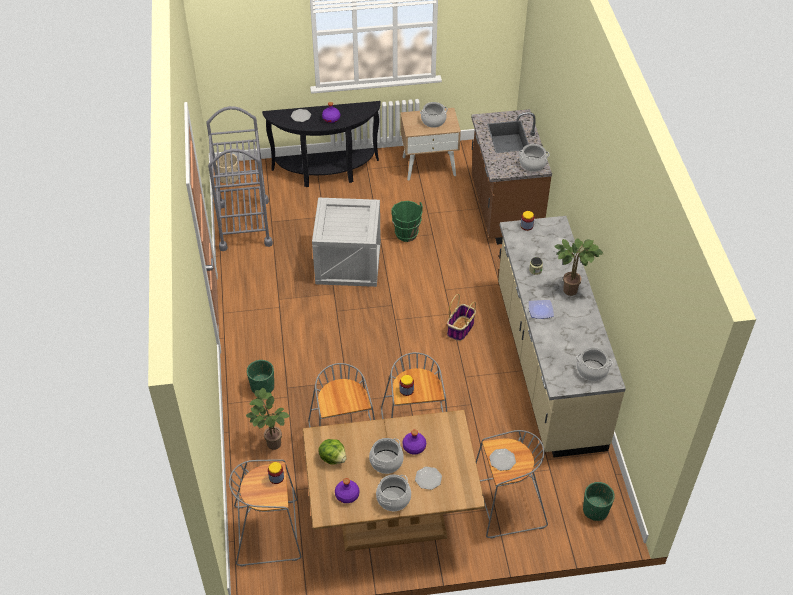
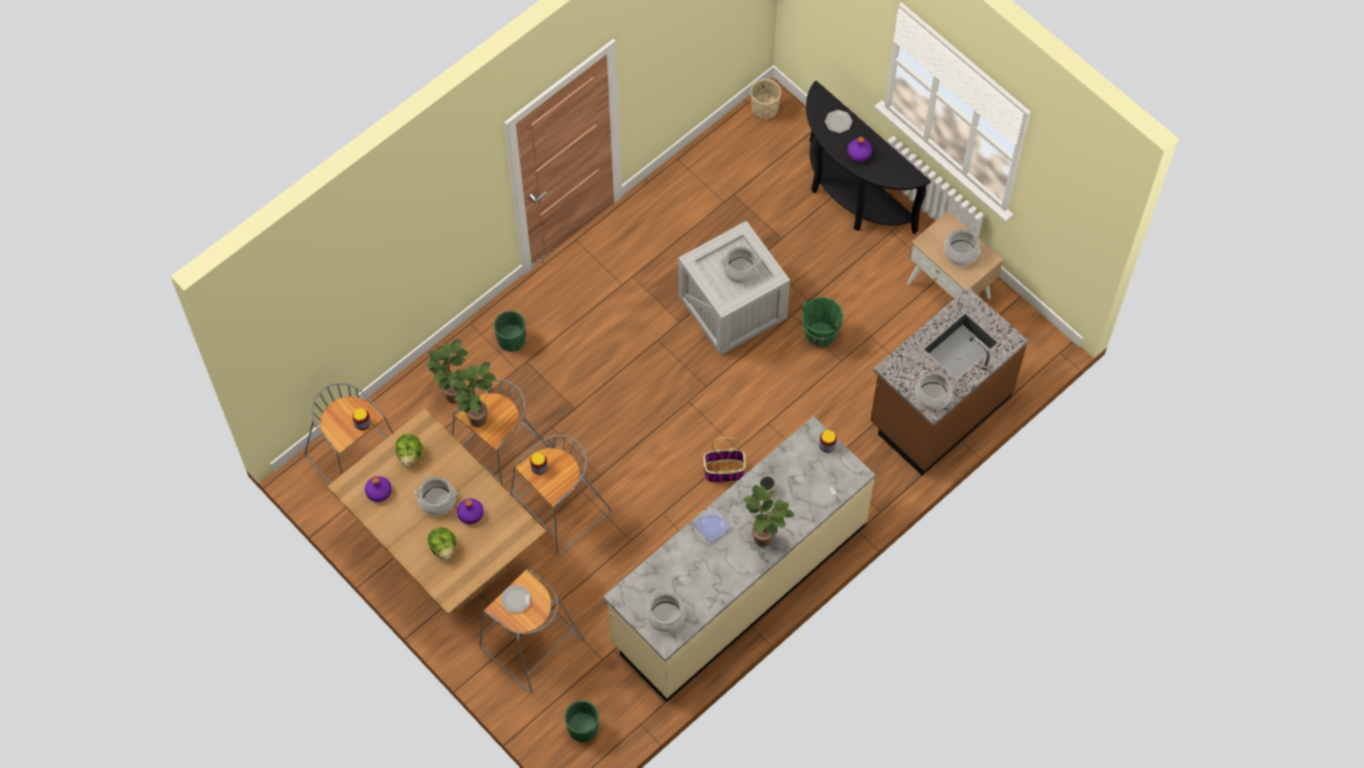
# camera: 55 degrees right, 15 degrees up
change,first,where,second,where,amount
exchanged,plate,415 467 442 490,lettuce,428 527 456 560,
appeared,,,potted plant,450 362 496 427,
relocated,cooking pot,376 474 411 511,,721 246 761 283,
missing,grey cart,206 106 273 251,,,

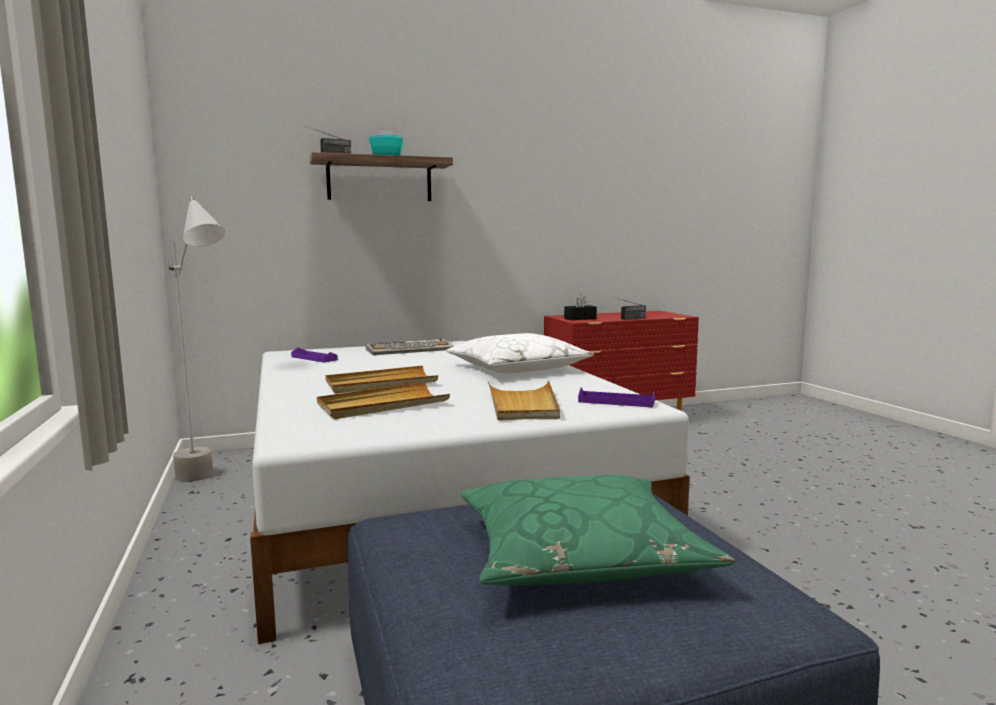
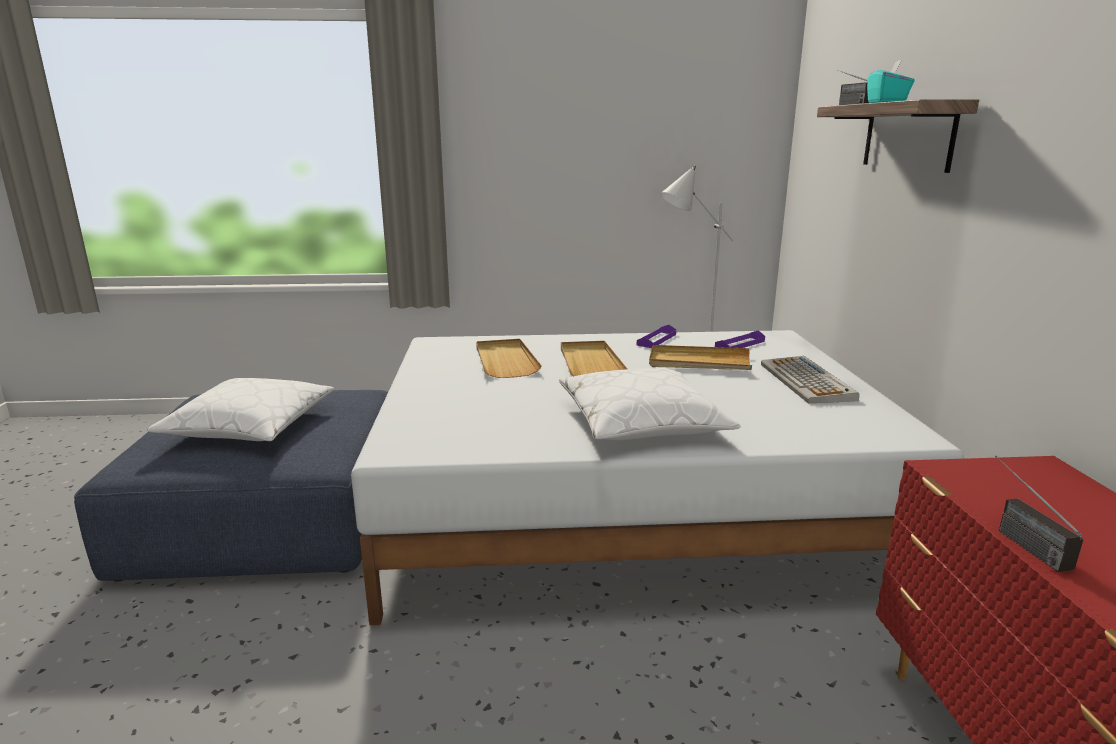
# camera: 105 degrees right, 10 degrees up
change,first,where,second,where,amount
colour,green pillow,461 475 735 585,white pillow,147 378 334 441,
relocated,purple tray,578 388 655 408,,637 325 676 348,
relocated,beige tray,488 381 560 420,,649 345 752 370,
missing,black tissue box,564 294 597 320,,,

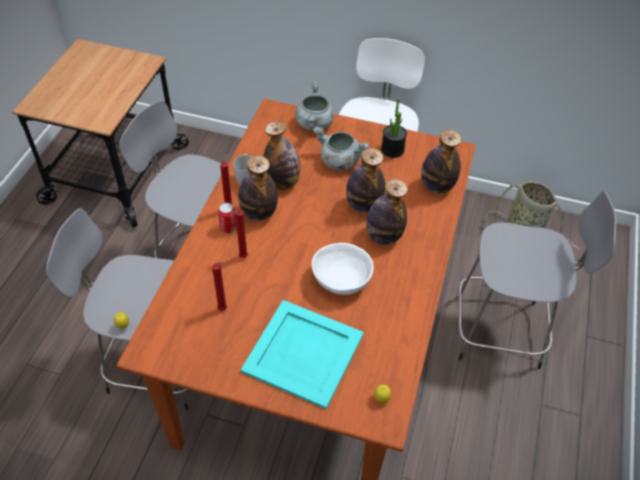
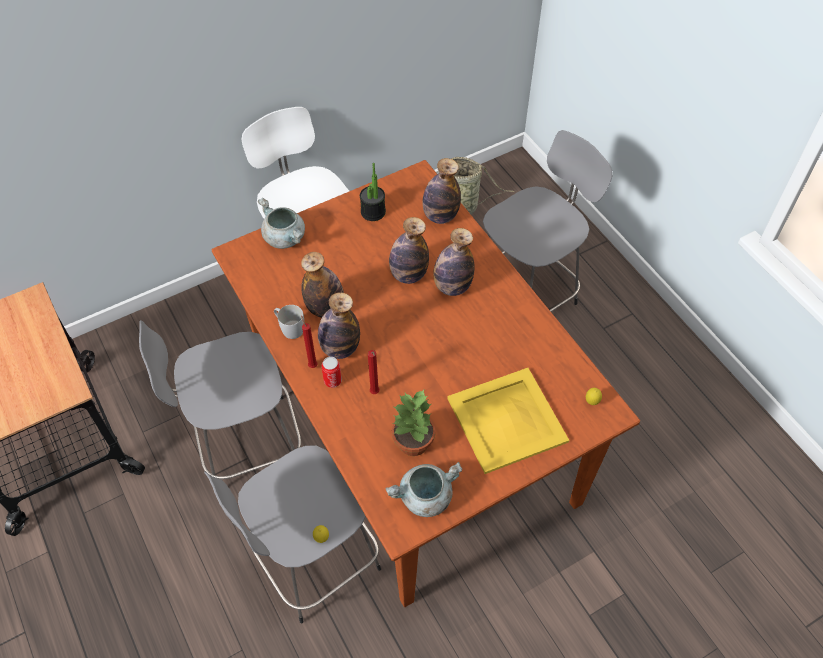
# camera: 45 degrees left, 5 degrees up
change,first,where,second,where,amount
relocated,grey cooking pot,313 127 370 171,,385 462 462 517,
exchanged,red candle,212 262 227 311,potted plant,392 390 435 456,
colour,turquoise tray,241 300 364 409,yellow tray,447 368 569 474,
missing,white bowl,312 243 374 295,,,

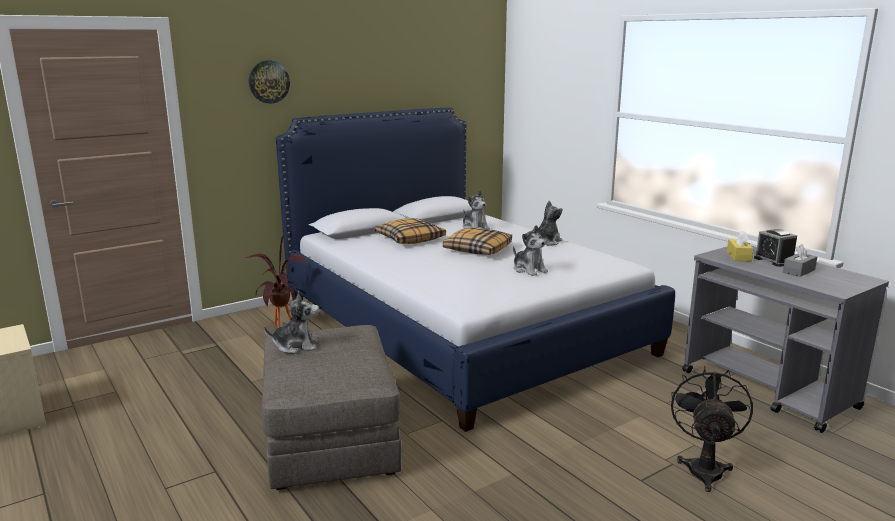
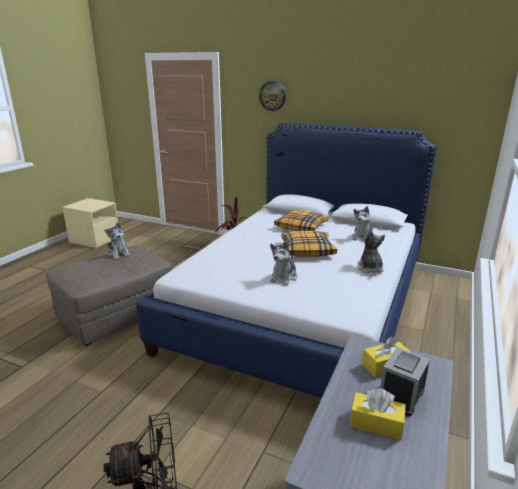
# camera: 60 degrees right, 5 degrees up
change,first,where,second,where,amount
colour,grey tissue box,783 244 817 277,yellow tissue box,350 388 405 440,
spun,plush toy,538 201 562 245,,358 230 385 273,105 degrees counterclockwise

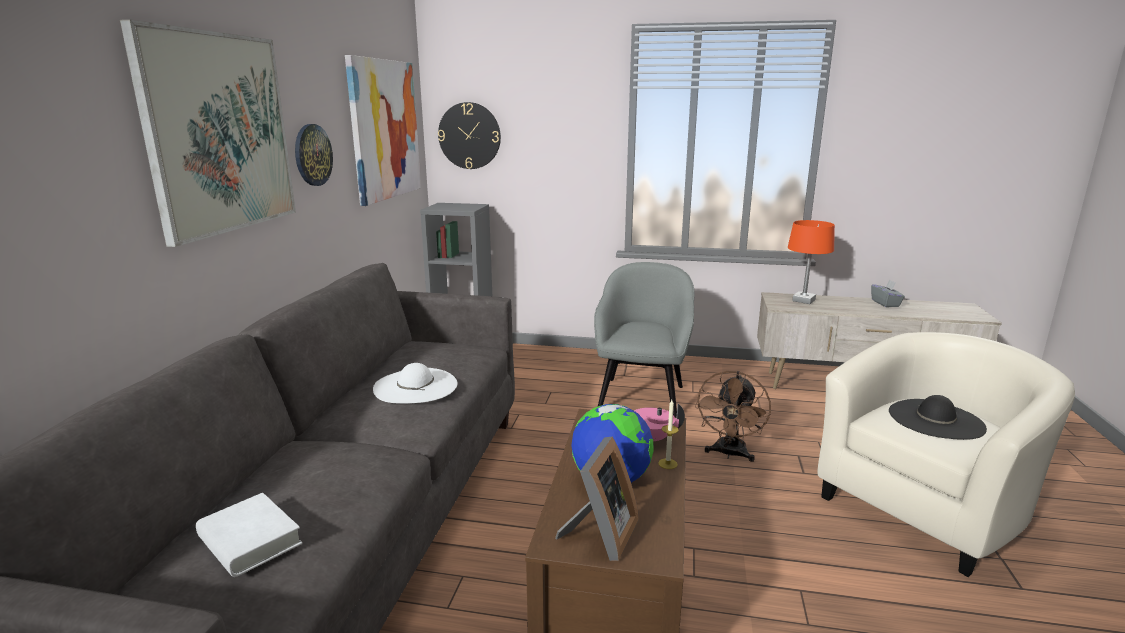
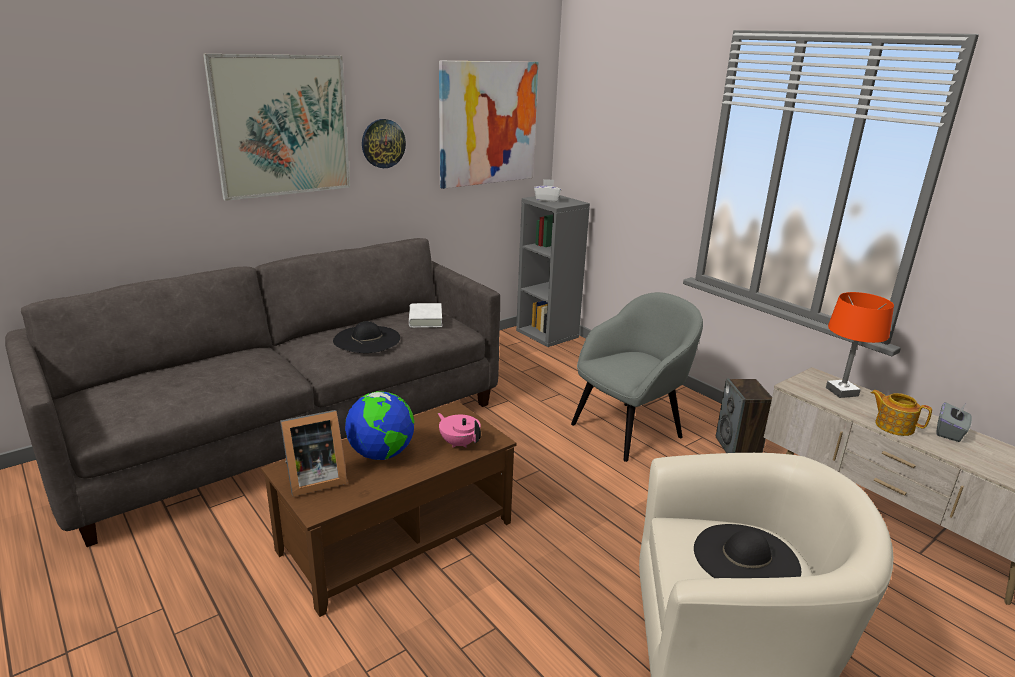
# camera: 40 degrees right, 5 degrees up
change,first,where,second,where,amount
colour,white hat,373 363 458 404,black hat,333 321 400 353,
relocated,white book,196 493 302 577,,409 303 442 328,
appeared,,,white tissue box,534 179 561 202,
appeared,,,speaker,716 379 772 453,
appeared,,,teapot,871 390 932 436,
missing,wall clock,438 102 501 169,,,
missing,candle,658 400 678 469,,,
missing,brown fan,695 371 771 462,,,

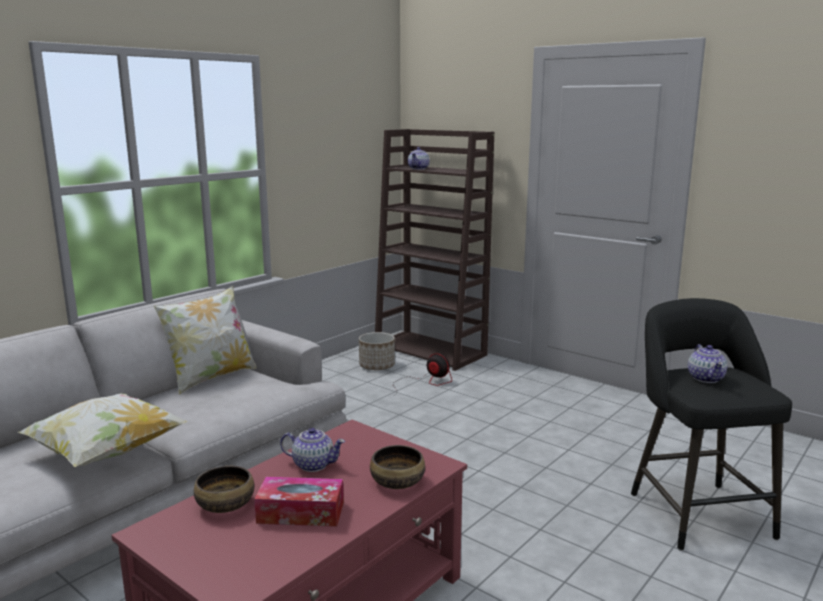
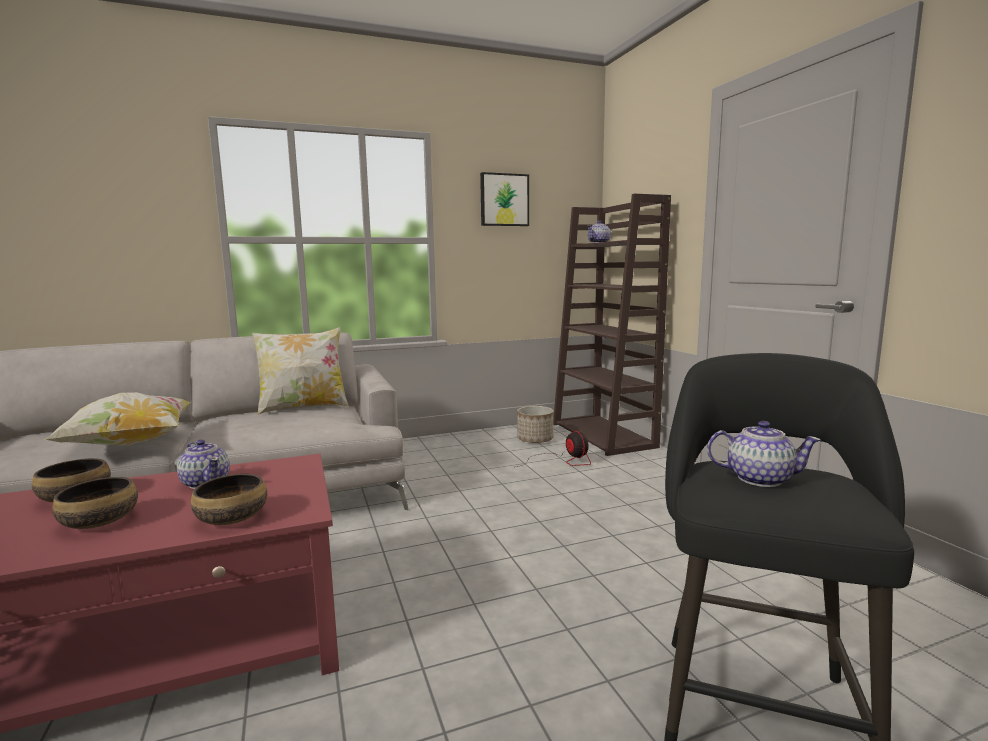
# camera: 30 degrees right, 5 degrees down
change,first,where,second,where,amount
exchanged,tissue box,254 477 344 527,bowl,52 477 138 529,
appeared,,,picture,480 172 529 226,
spun,teapot,688 344 727 383,,707 421 821 487,105 degrees counterclockwise

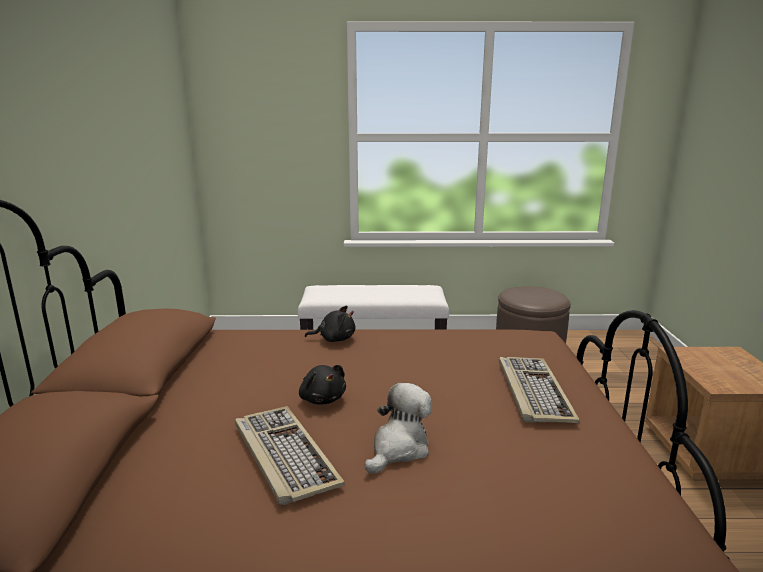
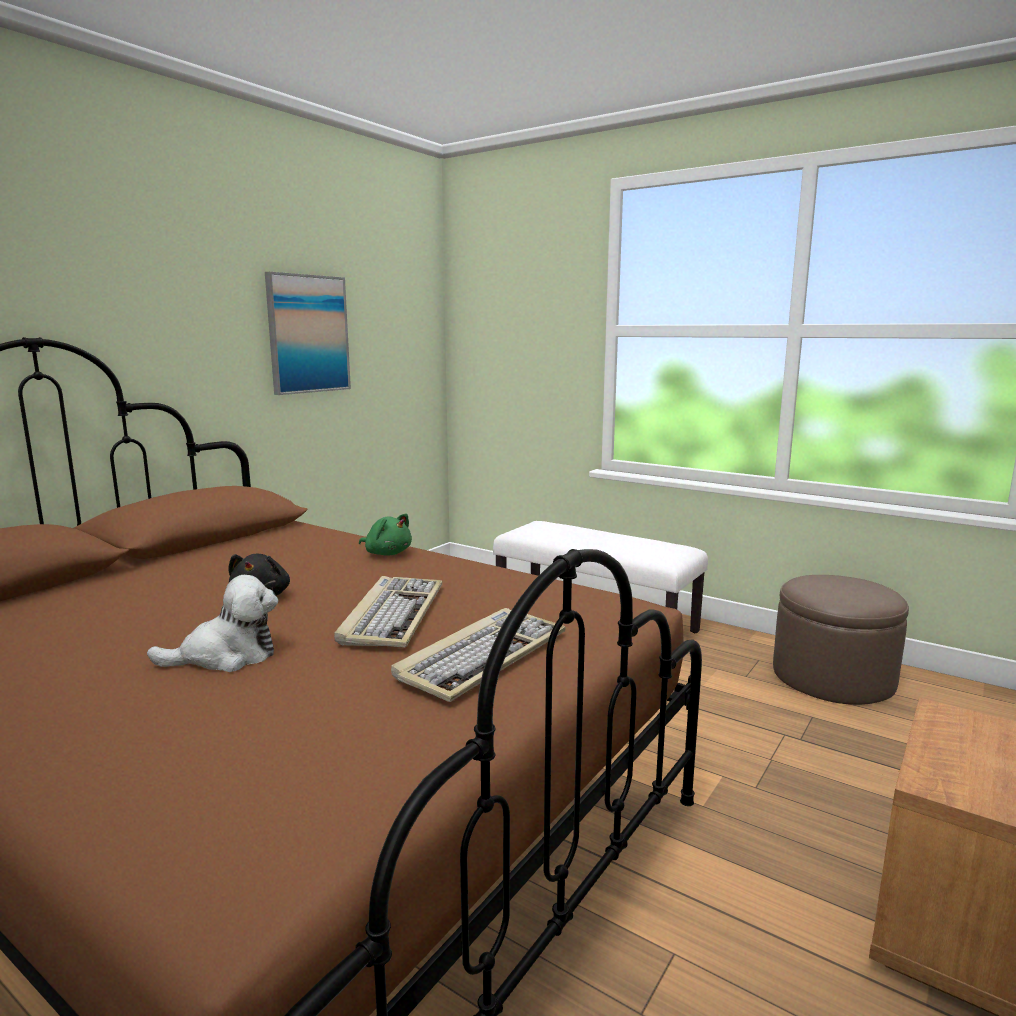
# camera: 35 degrees right, 5 degrees down
change,first,where,second,where,amount
appeared,,,picture,265 272 351 395,
relocated,keyboard,235 406 345 505,,334 576 442 647,
colour,black plush toy,305 306 355 342,green plush toy,359 514 412 556,

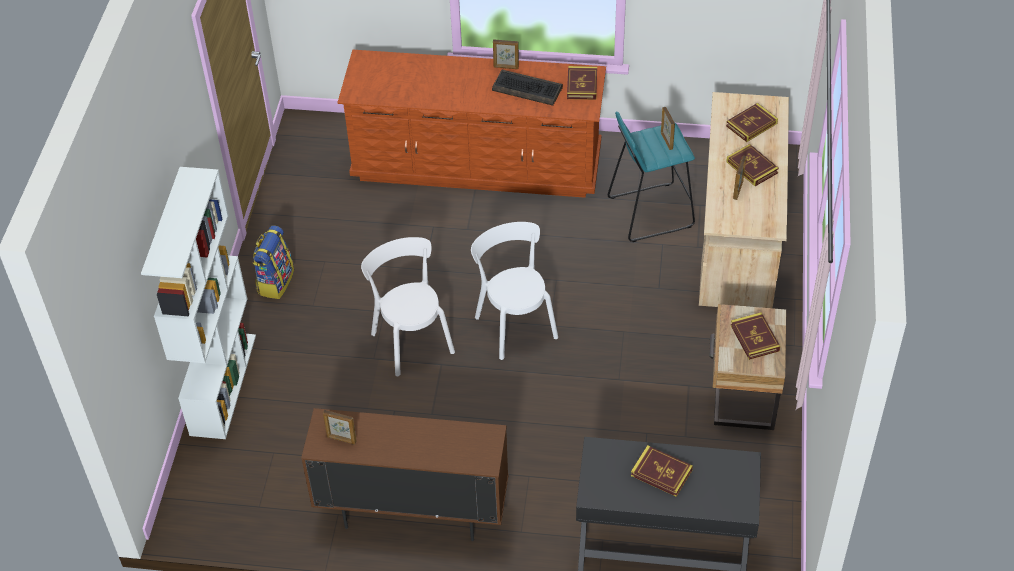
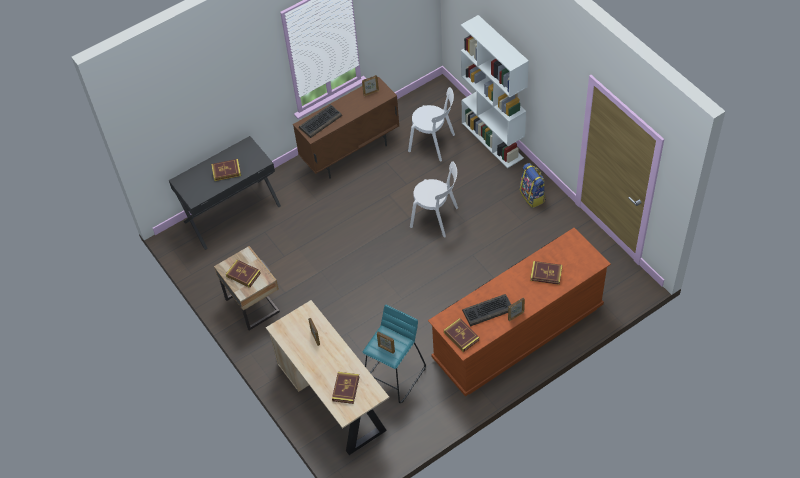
# camera: 140 degrees right, 5 degrees up
change,first,where,second,where,amount
appeared,,,keyboard,299 104 342 138,
relocated,white chair,471 222 558 360,,408 87 455 162,
relocated,book,726 144 779 186,,530 261 563 285,

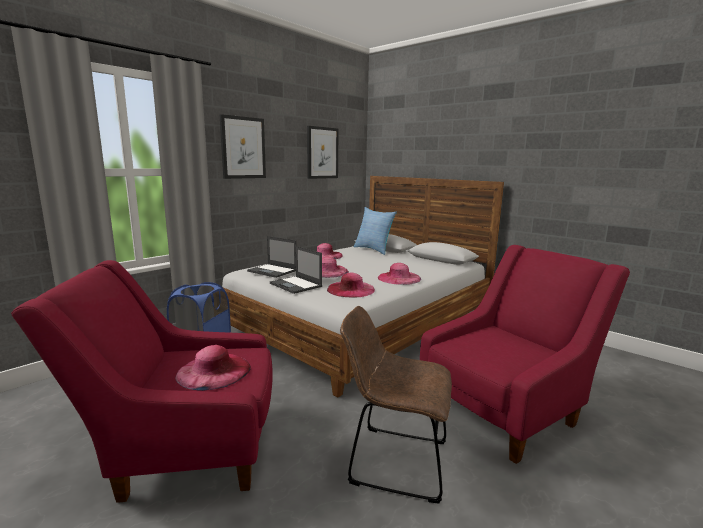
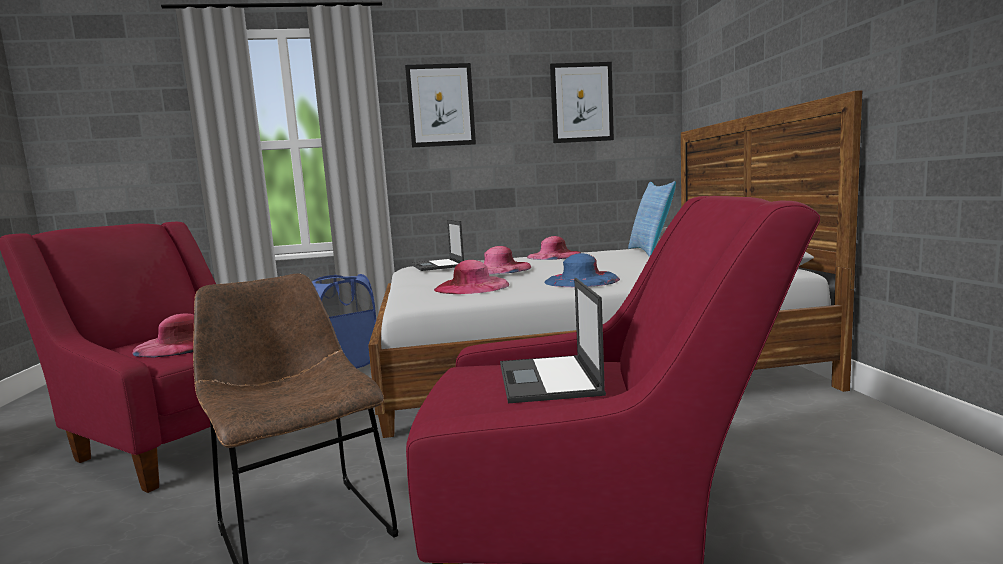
# camera: 40 degrees right, 5 degrees down
change,first,where,second,where,amount
relocated,laptop,270 246 322 294,,500 278 606 403,
colour,pink hat,378 263 421 285,blue hat,544 253 620 287,

